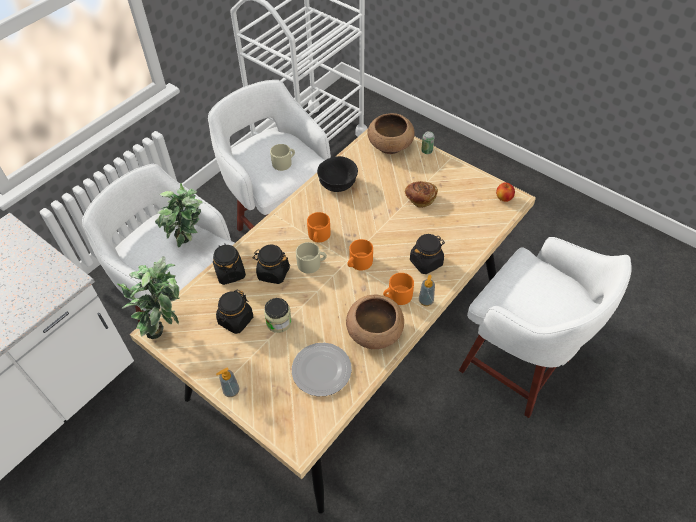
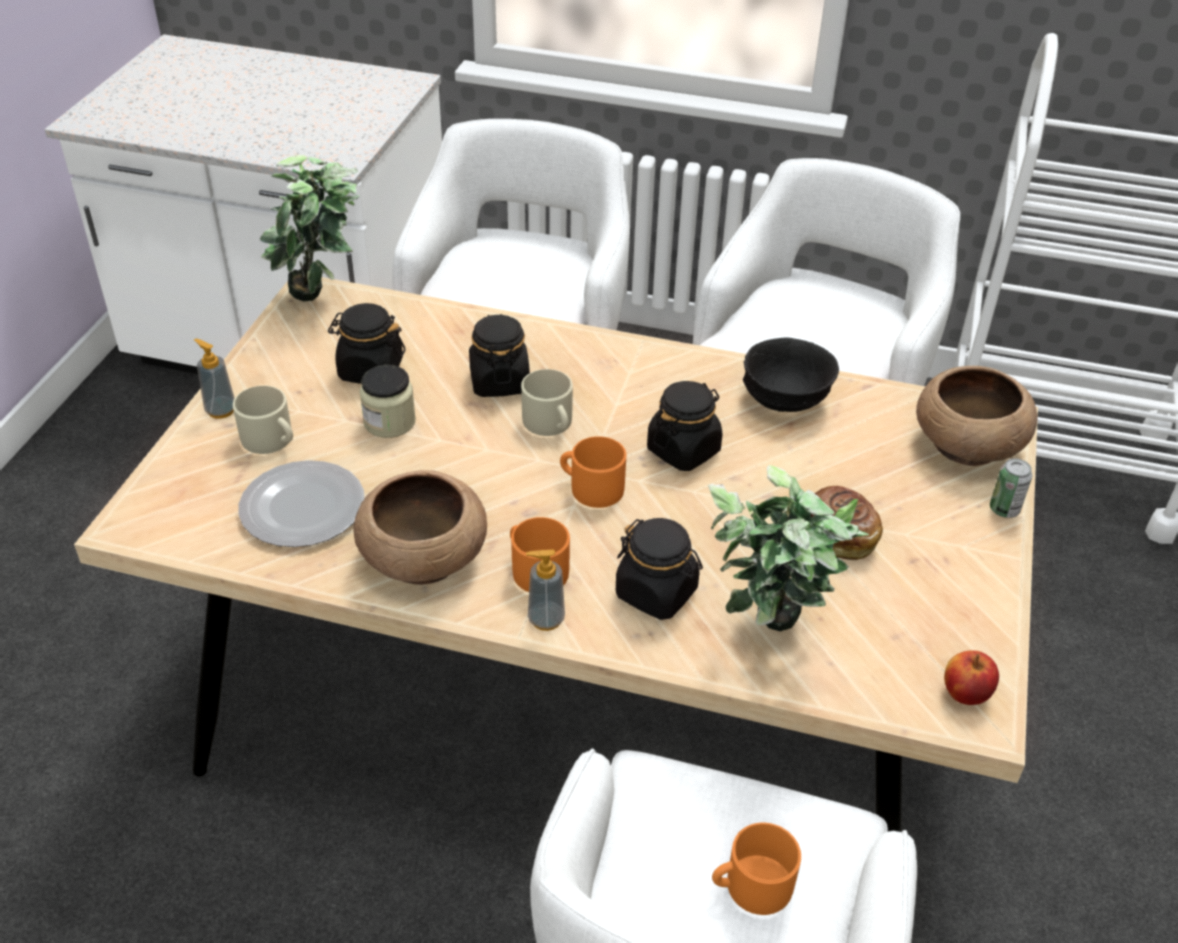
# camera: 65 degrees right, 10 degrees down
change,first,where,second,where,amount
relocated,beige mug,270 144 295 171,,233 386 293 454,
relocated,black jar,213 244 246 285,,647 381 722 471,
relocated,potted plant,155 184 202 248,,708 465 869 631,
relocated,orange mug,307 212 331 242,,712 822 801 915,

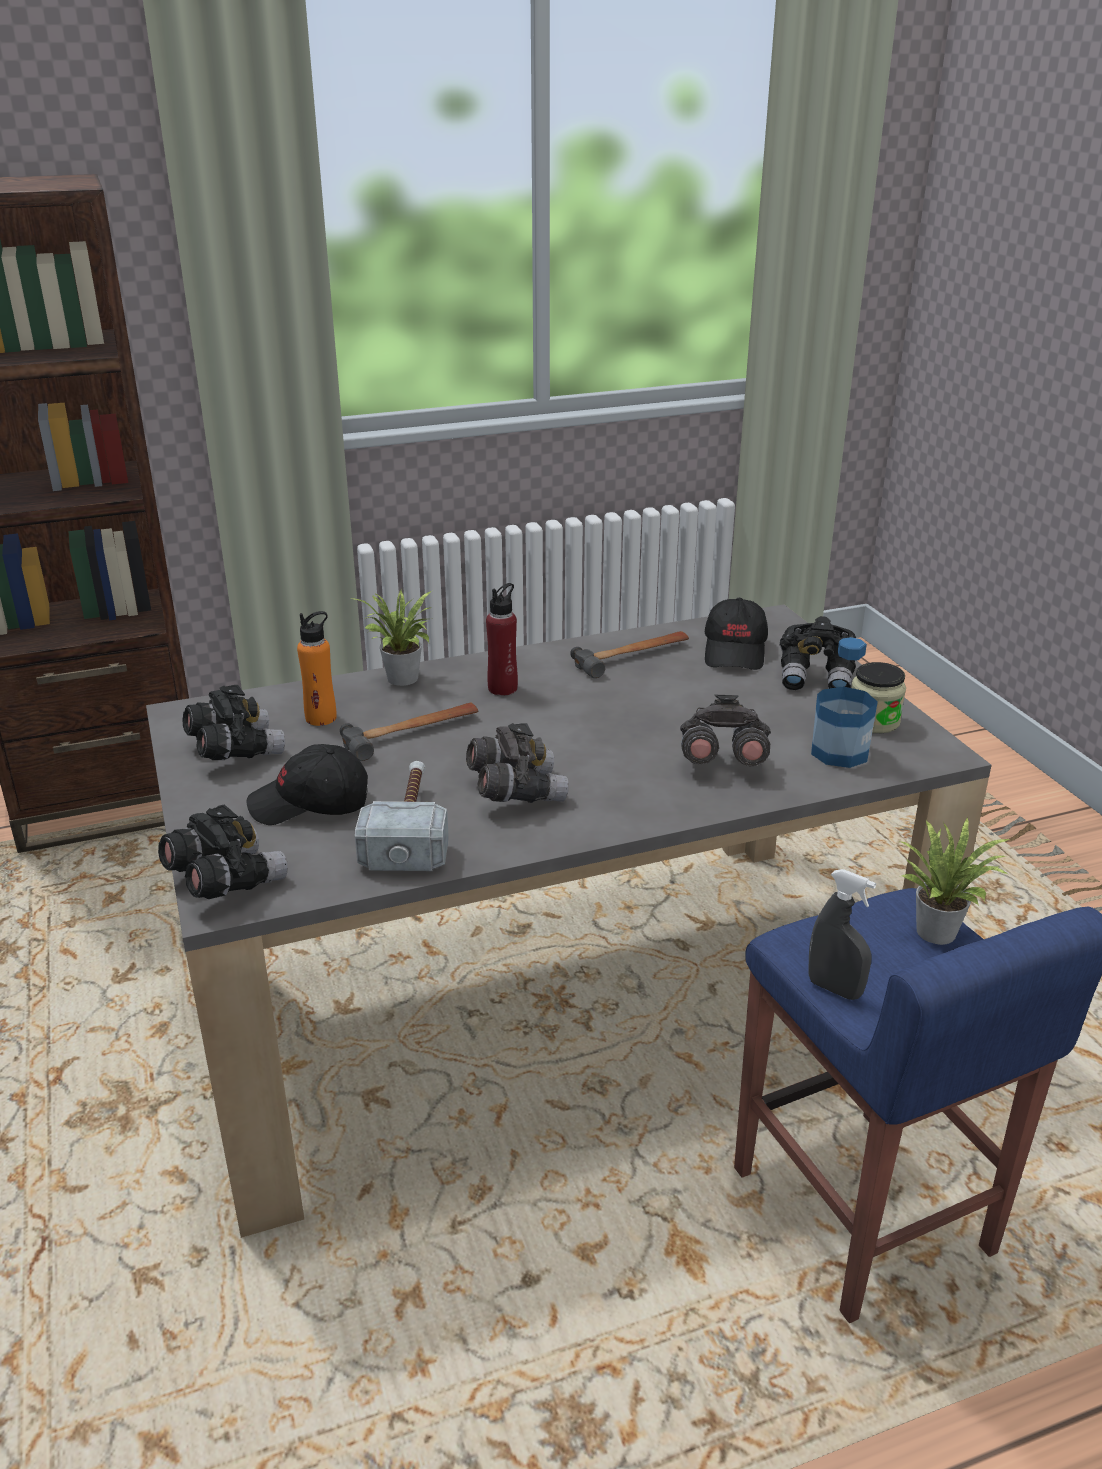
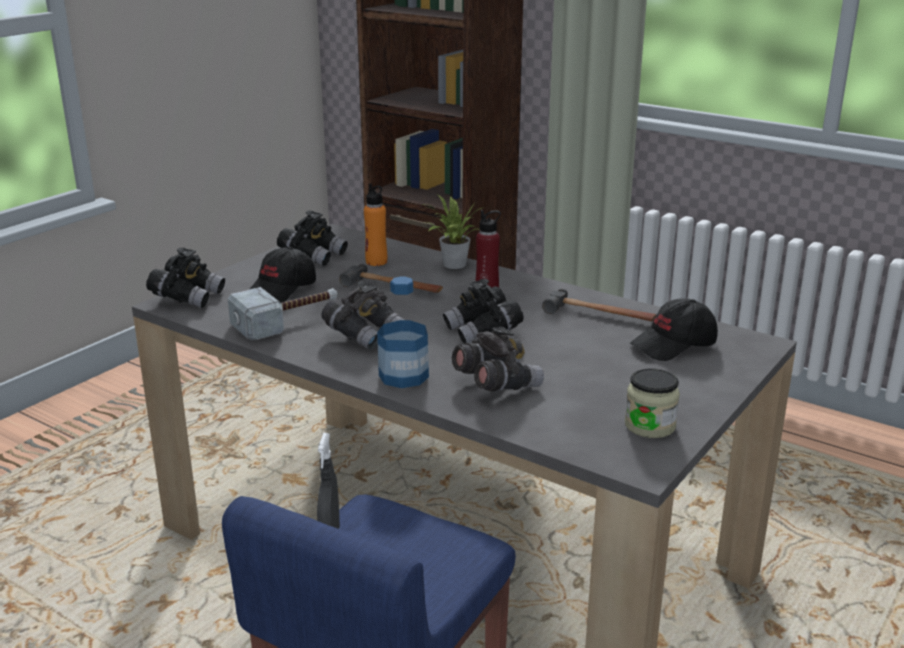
# camera: 55 degrees right, 5 degrees down
change,first,where,second,where,amount
spun,black cap,246 744 368 825,,250 247 316 303,105 degrees counterclockwise
relocated,bottle,811 637 878 768,,377 276 429 388,
relocated,black binoculars,780 616 856 691,,443 279 524 343,
missing,potted plant,900 818 1010 945,,,

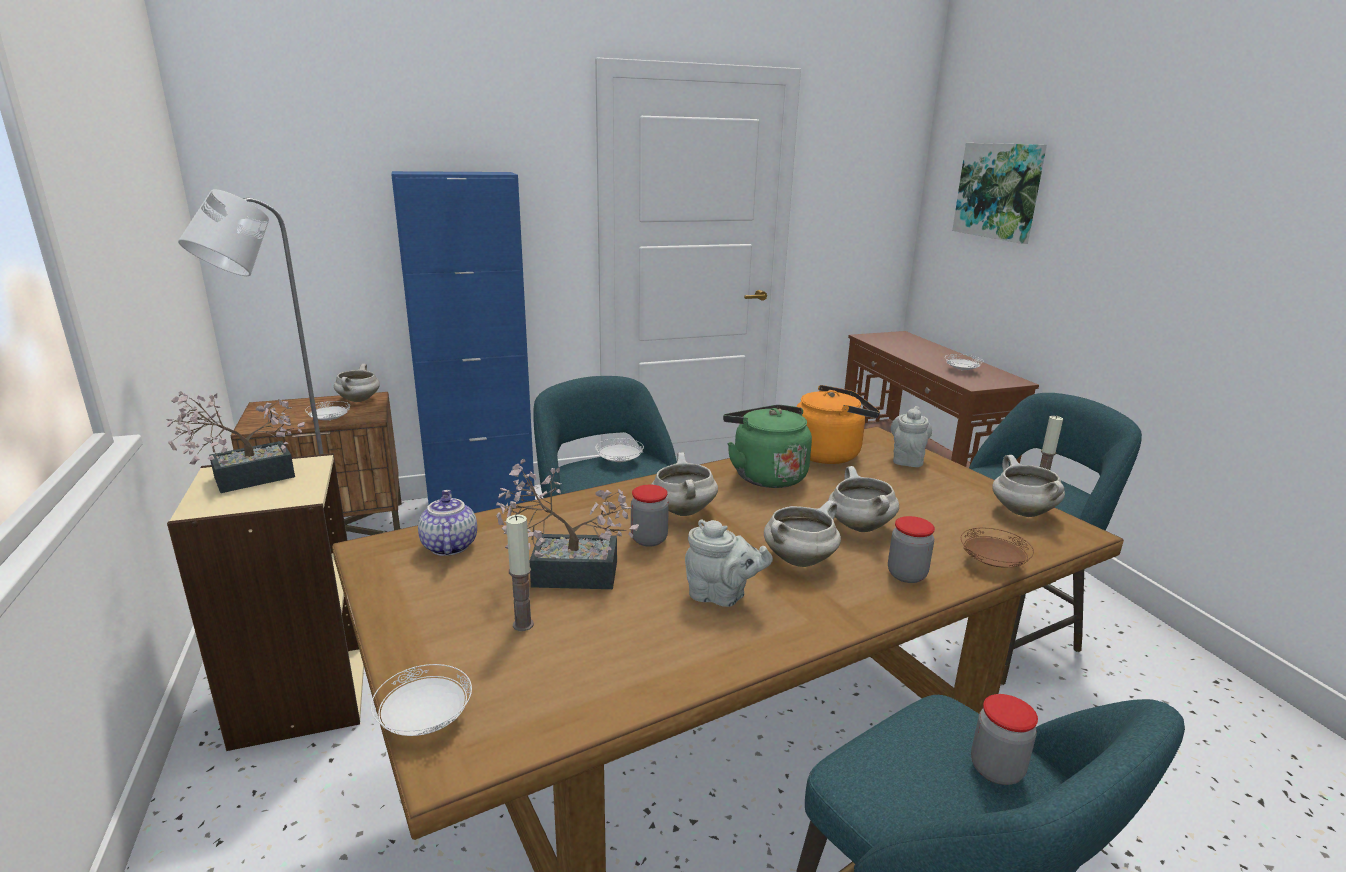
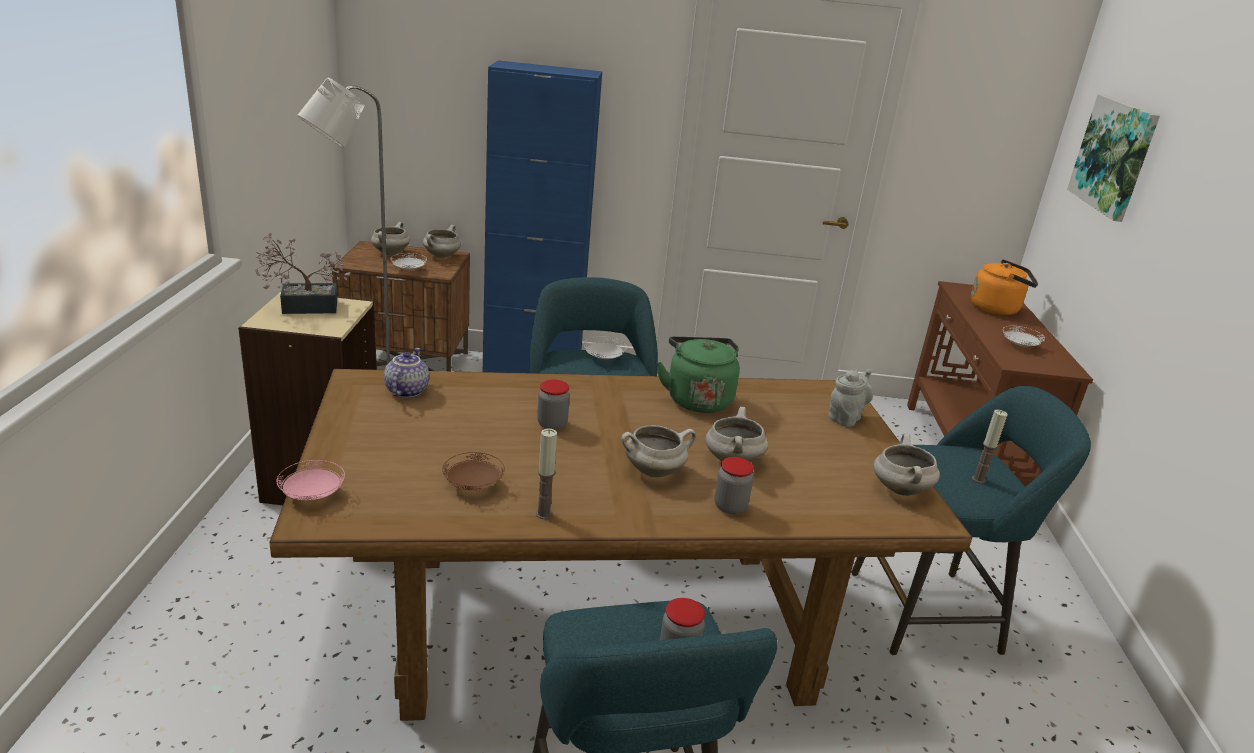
# camera: 20 degrees right, 5 degrees up
change,first,where,second,where,amount
colour,white plate,371 664 472 736,pink plate,277 460 345 500,
relocated,white cooking pot,651 452 718 516,,371 222 410 255,
relocated,brown plate,961 528 1034 567,,442 452 505 490,
relocated,candle,506 515 534 631,,536 428 557 519,
relocated,orange kettle,796 385 880 464,,971 259 1038 315,
missing,potted plant,496 459 639 589,,,
missing,grey teapot,685 519 773 607,,,

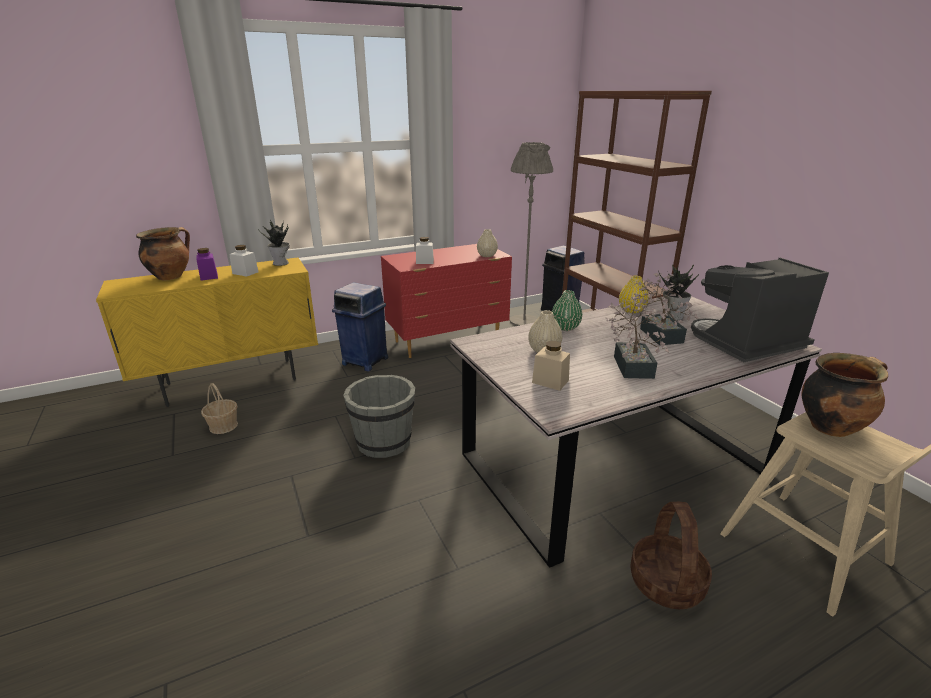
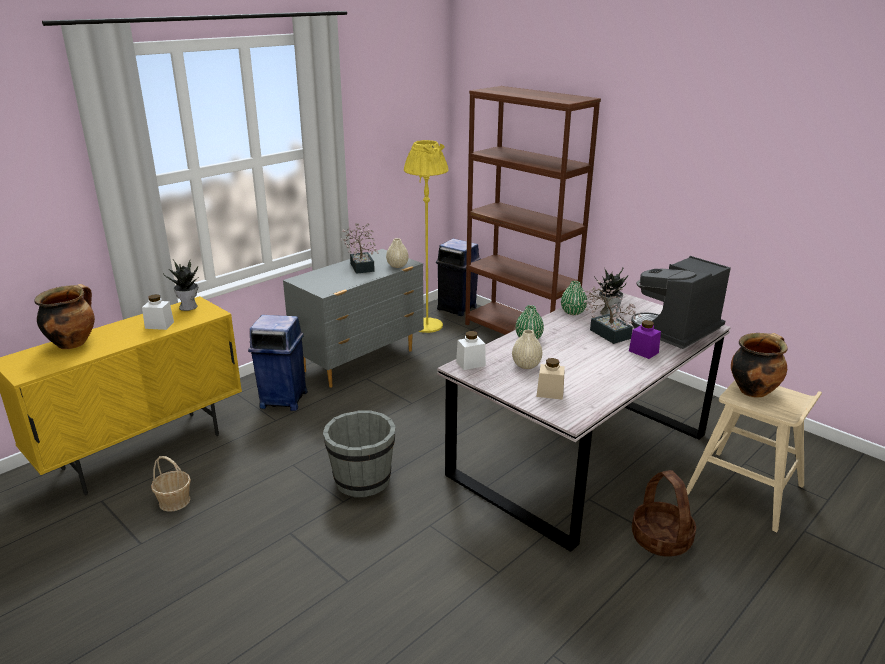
# camera: 20 degrees left, 0 degrees up
change,first,where,second,where,amount
colour,red dresser,381 244 512 358,grey dresser,283 249 424 388,
relocated,potted plant,605 296 669 379,,340 223 379 274,
colour,grey floor lamp,510 142 553 326,yellow floor lamp,404 140 449 333,
relocated,white jar,416 237 434 264,,456 331 486 370,
colour,yellow vase,619 276 649 313,green vase,561 281 587 315,
relocated,purple jar,197 248 218 281,,629 320 661 359,

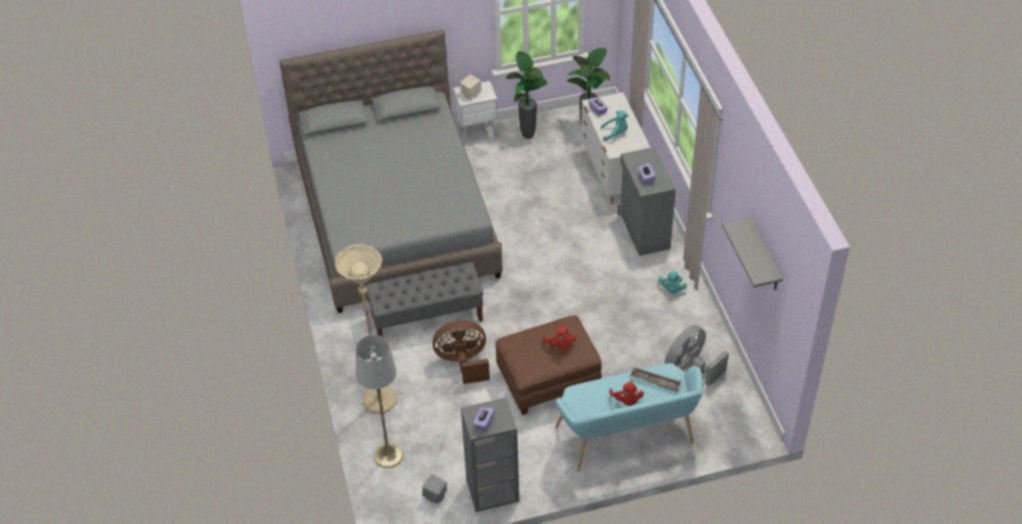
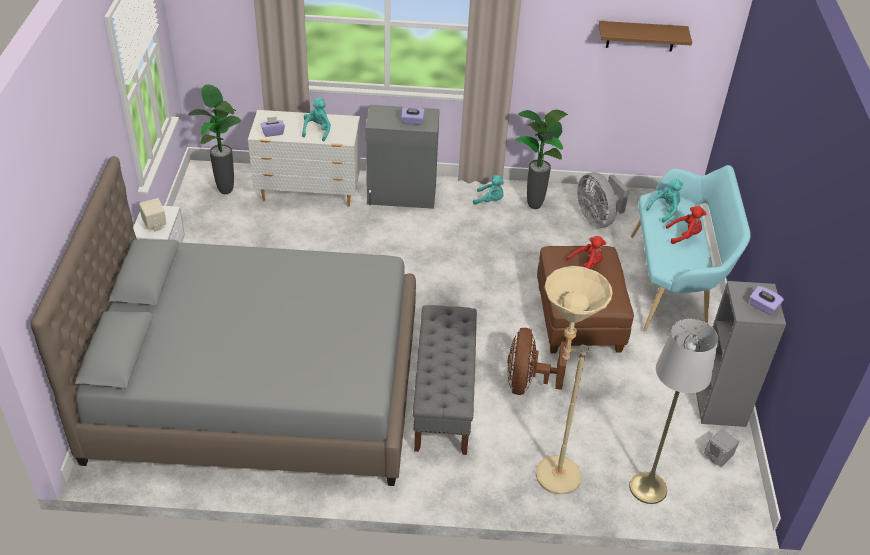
# camera: 75 degrees left, 5 degrees down
change,first,where,second,where,amount
relocated,potted plant,506 51 548 139,,515 110 568 209,
colour,grey shelf,722 217 783 290,brown shelf,599 21 692 52,
exchanged,tray,630 367 682 392,turquoise plush toy,646 179 683 223,

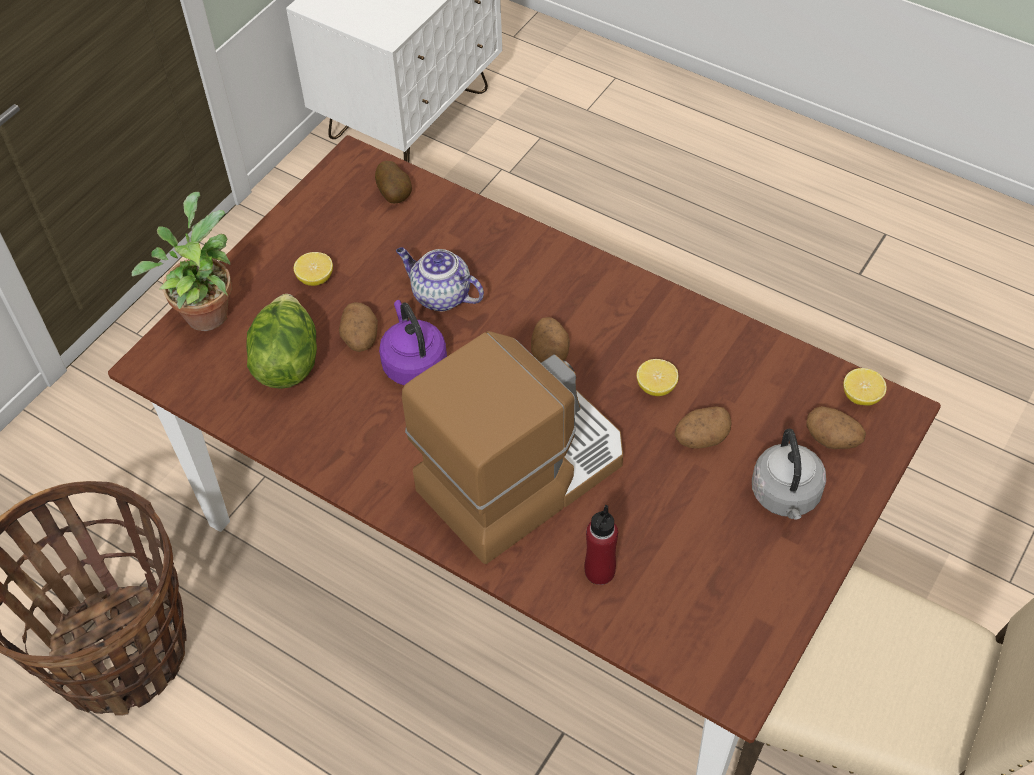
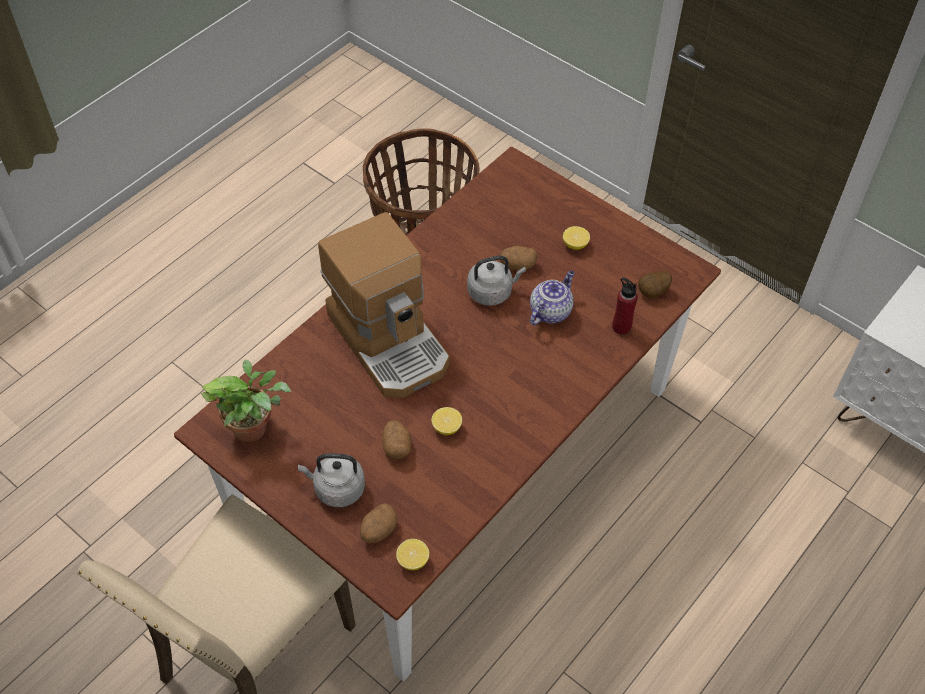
# camera: 95 degrees right, 0 degrees up
change,first,where,second,where,amount
relocated,potted plant,131 192 232 331,,201 359 291 442,
colour,purple kettle,379 300 447 385,grey kettle,467 256 526 306,
relocated,red bottle,585 505 618 585,,612 278 638 334,
missing,lettuce,246 294 317 389,,,
missing,potato,531 317 570 363,,,

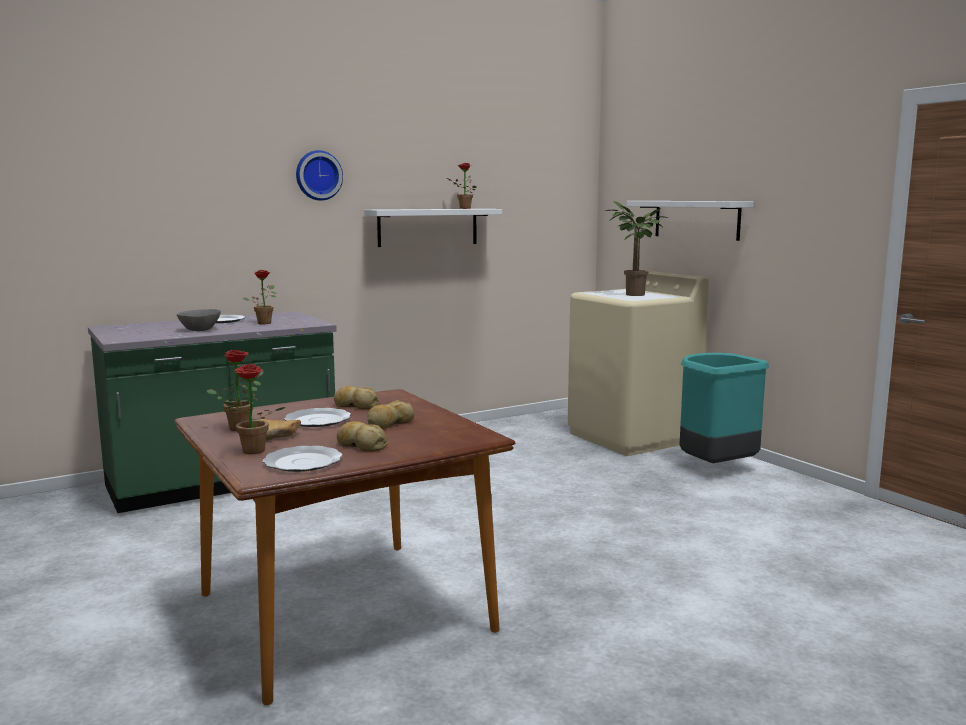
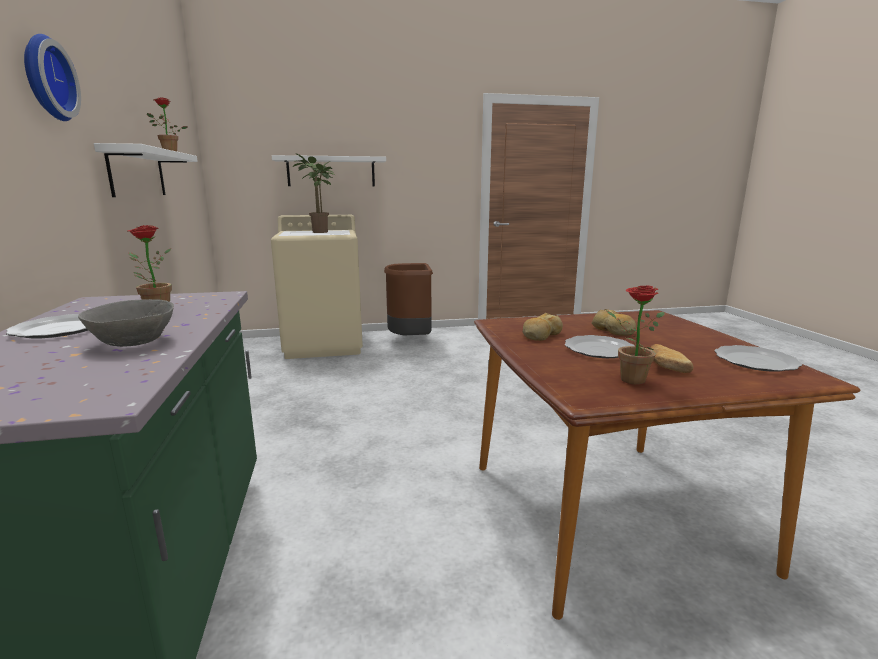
# camera: 70 degrees left, 5 degrees up
change,first,where,second,where,amount
colour,turquoise trash can,679 353 769 463,brown trash can,384 263 433 335,
missing,potted plant,224 364 285 454,,,
missing,bread,337 421 388 452,,,

